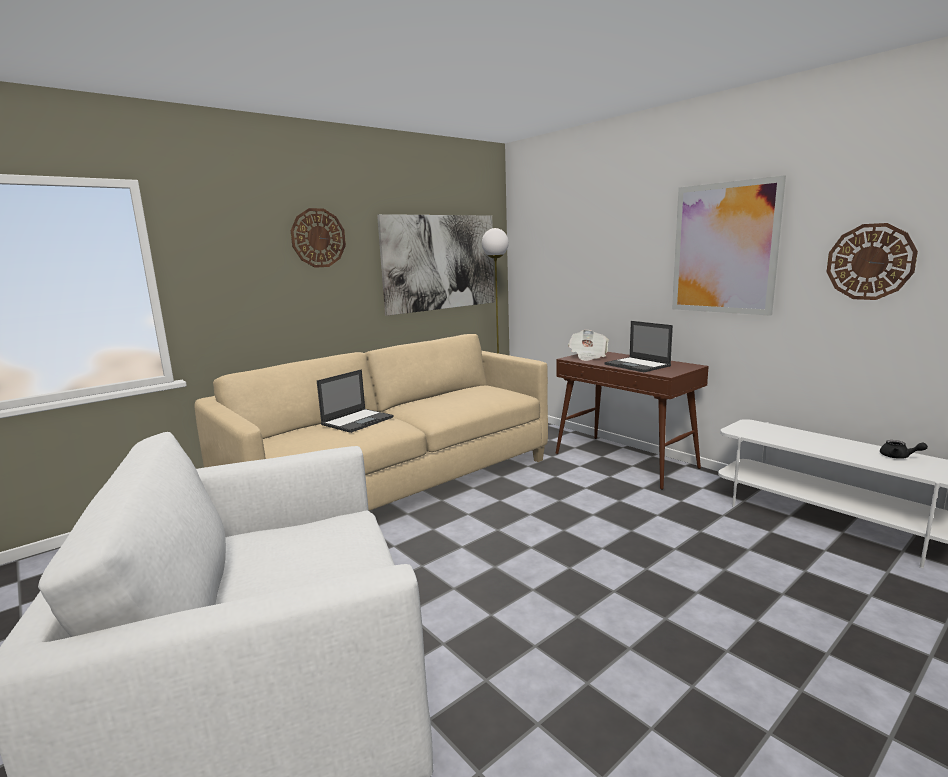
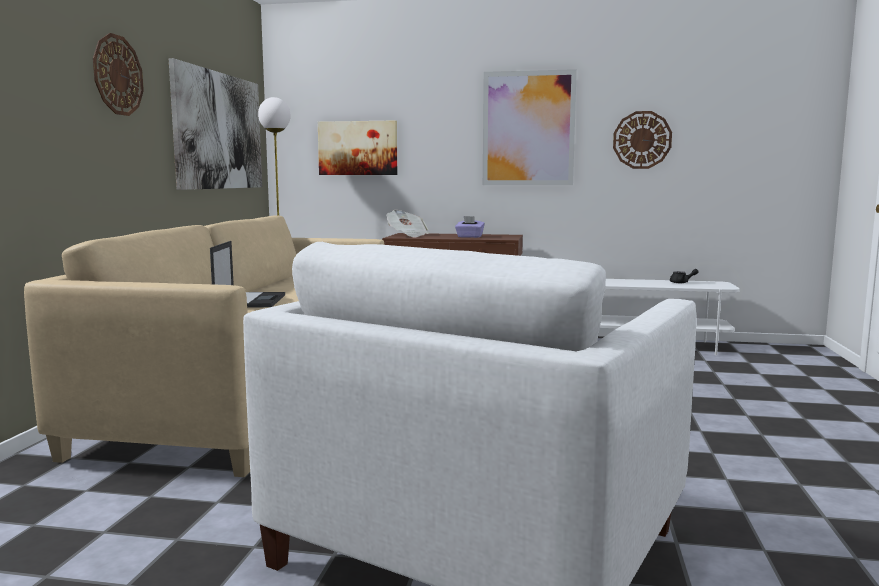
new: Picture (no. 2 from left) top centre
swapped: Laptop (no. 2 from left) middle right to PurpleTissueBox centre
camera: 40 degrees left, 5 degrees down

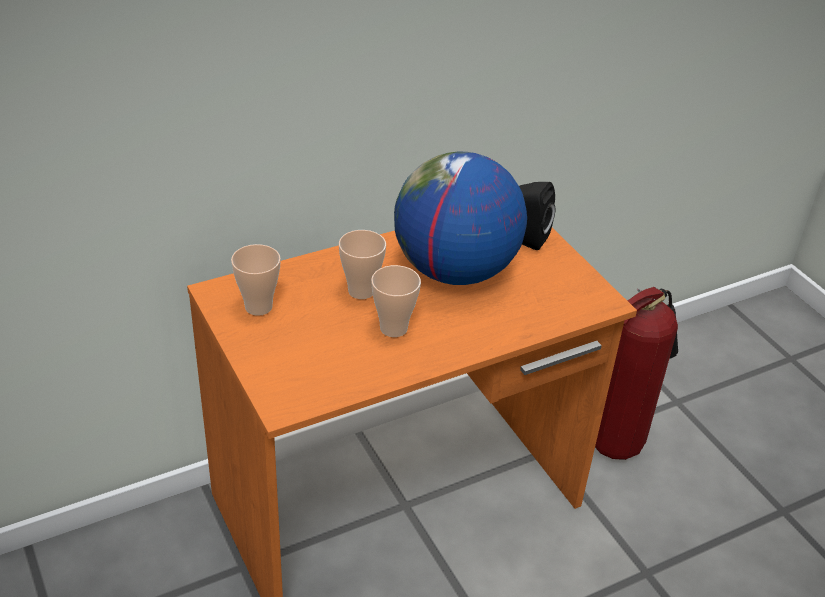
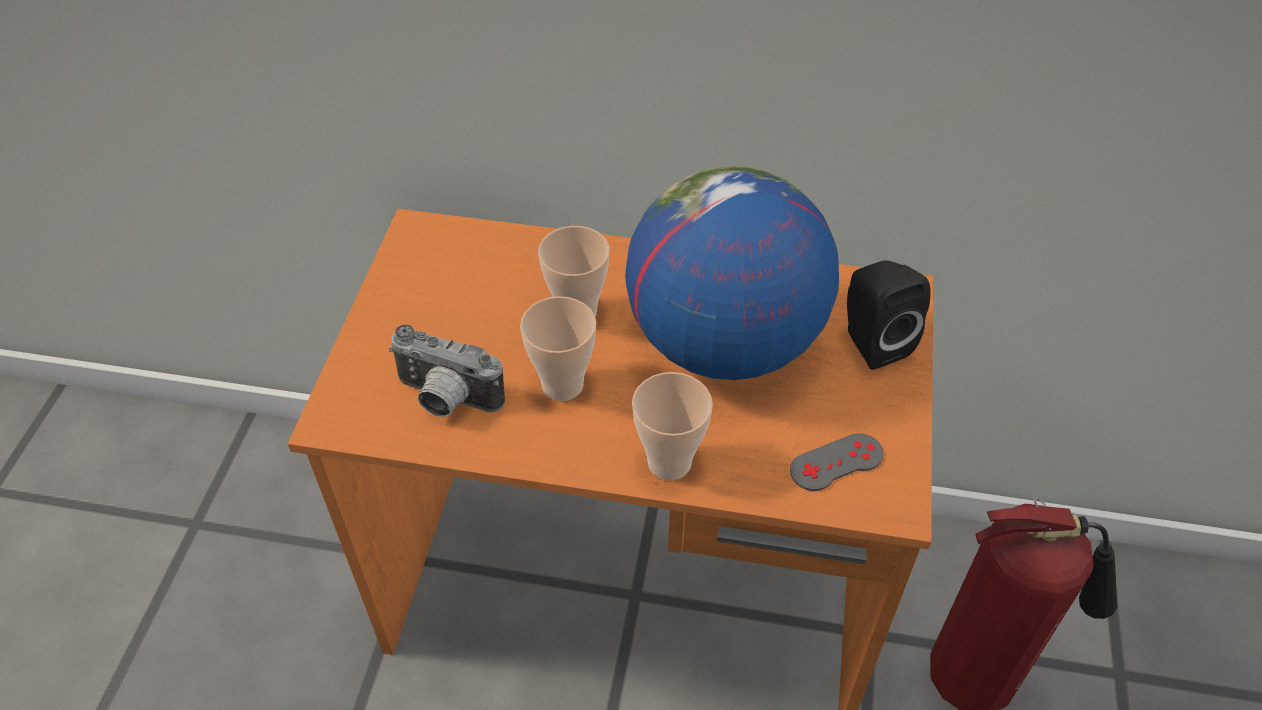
new: PhotoCamera centre; GreyGameController centre
shifted: Cup (no. 1 from left in the first image) middle left to Cup (no. 3 from left) centre
camera: 40 degrees right, 10 degrees up

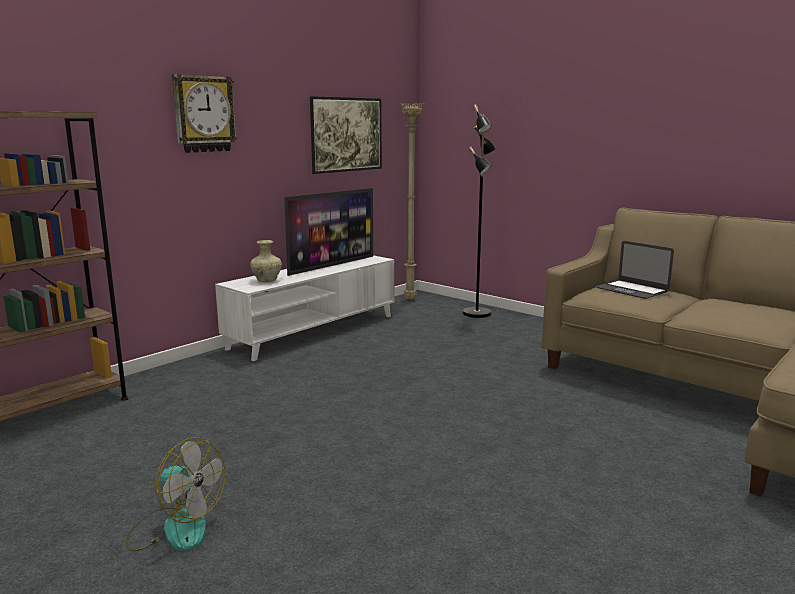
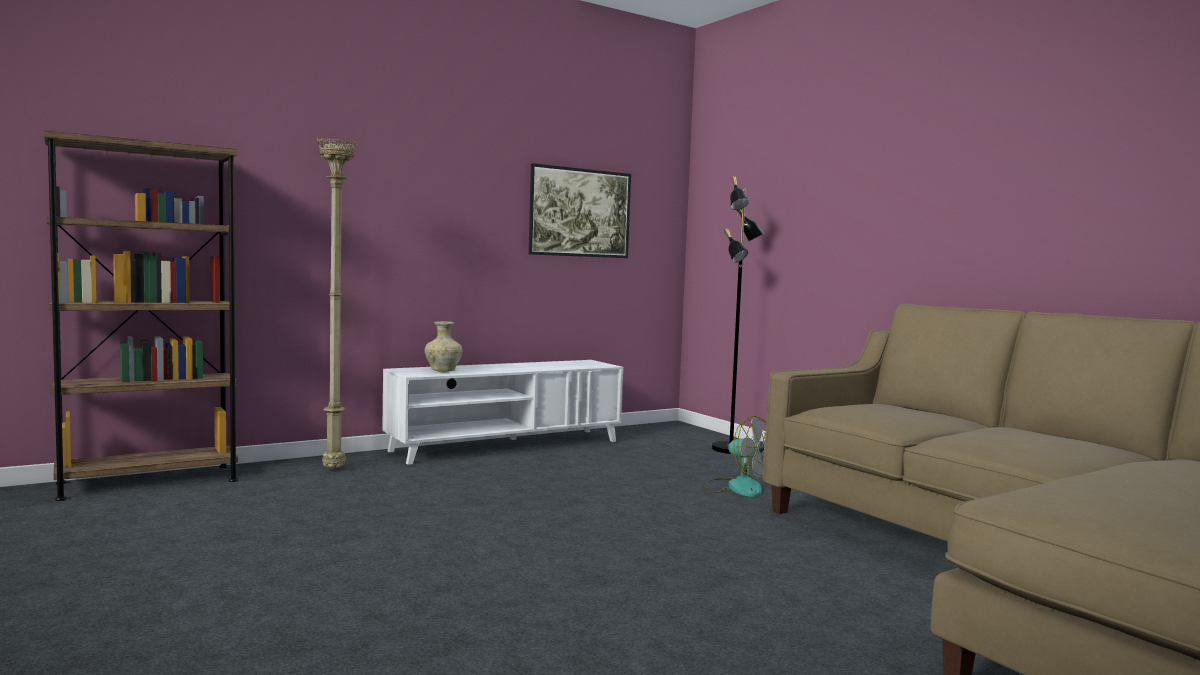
gone: WallClock top left; Television centre; Laptop middle right
shifted: Fan bottom left to bottom centre; BeigeFloorLamp centre to middle left
camera: 15 degrees right, 10 degrees down

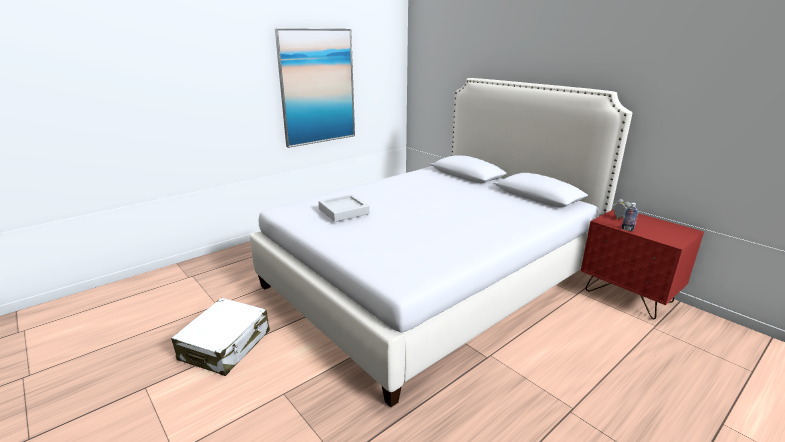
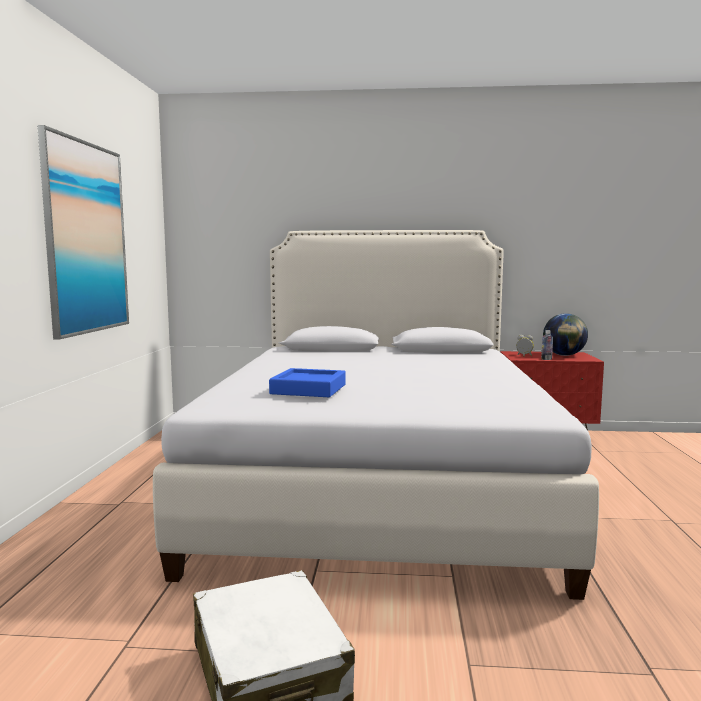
new: Globe middle right
repainted: GreyTray centre to BlueTray centre
camera: 45 degrees left, 15 degrees down

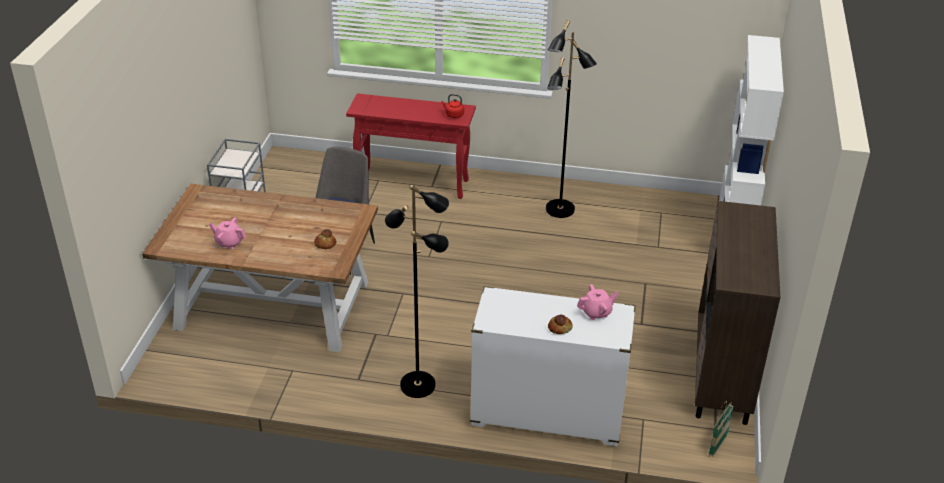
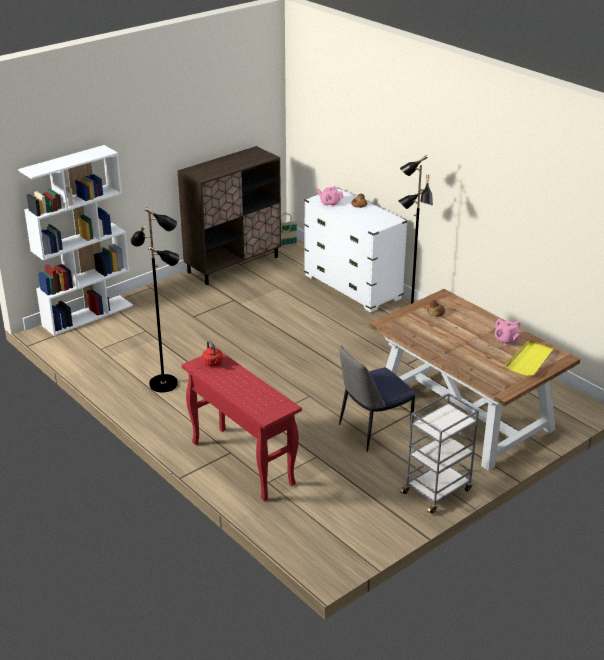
new: YellowTray middle right
camera: 140 degrees left, 5 degrees down

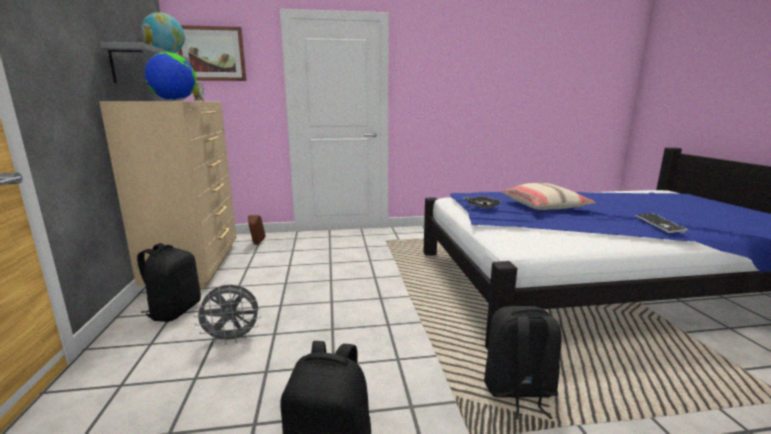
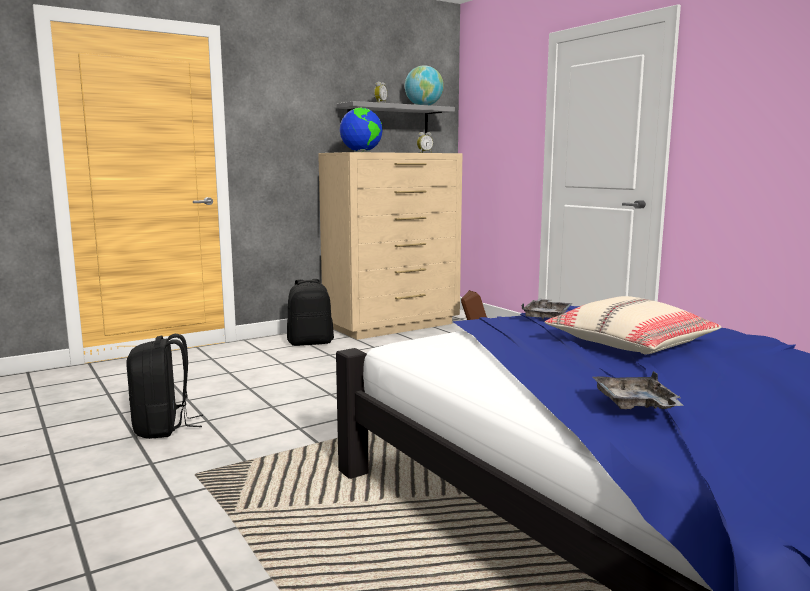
gone: Picture top left; GreyFan bottom left; BlackBackpack (no. 3 from left) bottom right
swapped: Keyboard middle right to GreyTray (no. 2 from left) middle right
camera: 65 degrees right, 5 degrees down

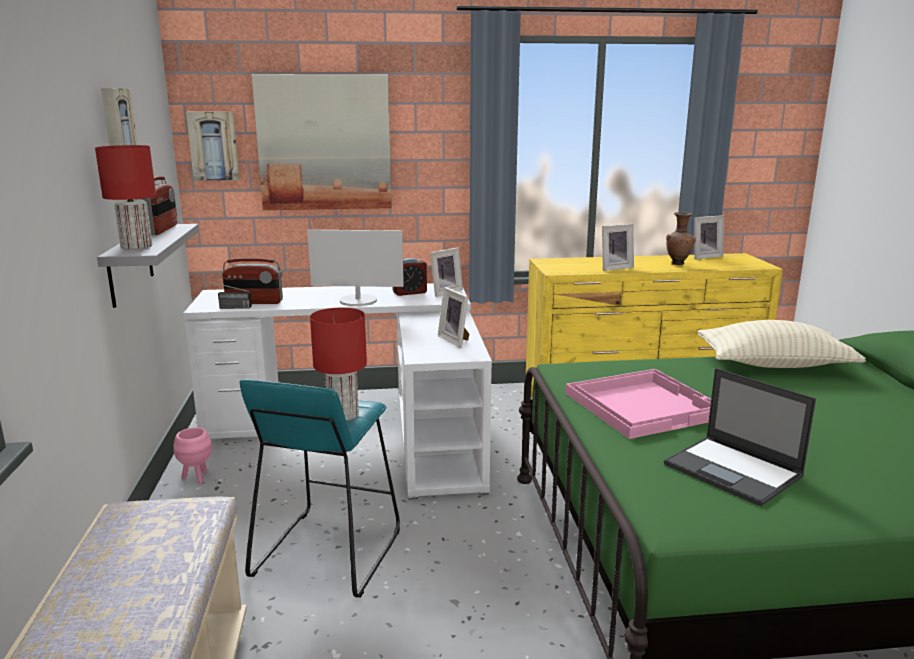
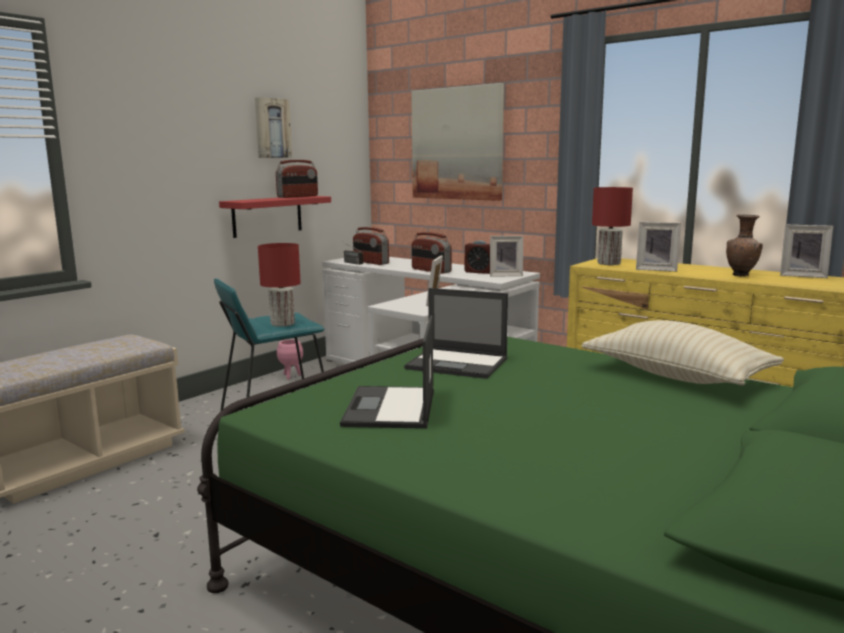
gone: Picture (no. 2 from left) top left
shifted: RedTableLamp (no. 1 from left in the first image) top left to RedTableLamp (no. 2 from left) middle right
swapped: Monitor centre to Radio (no. 4 from left) centre; PinkTray middle right to Laptop (no. 2 from left) centre
repainted: GreyShelf middle left to RedShelf middle left
camera: 45 degrees right, 5 degrees down

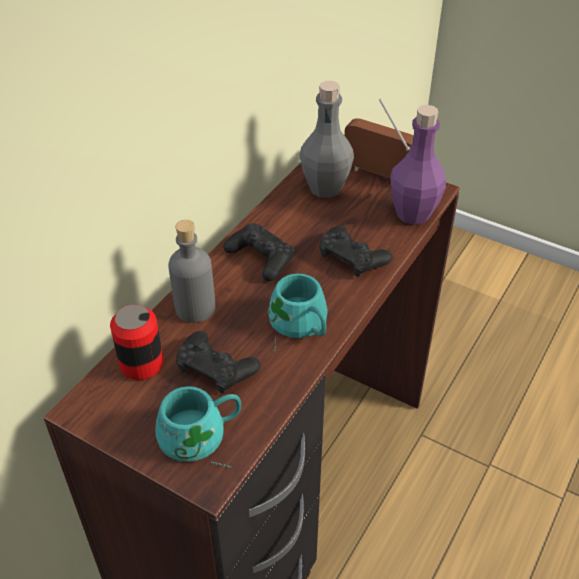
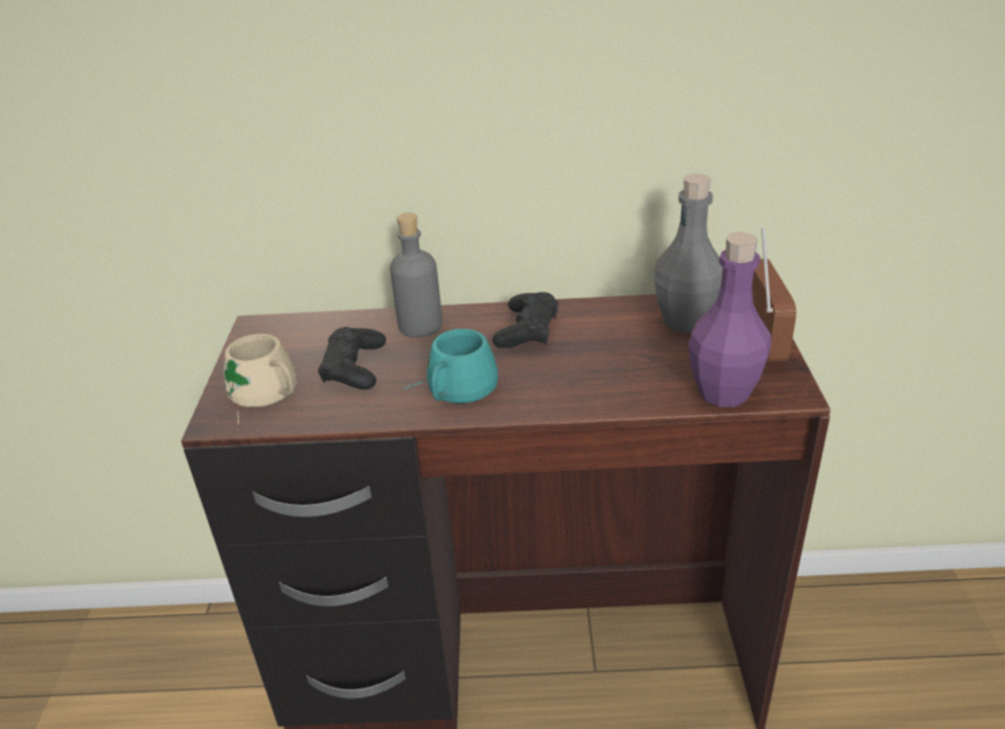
gone: Can middle left; BlackGameController (no. 3 from left) centre
repainted: TurquoiseMug (no. 1 from left) bottom centre to BeigeMug middle left
camera: 60 degrees right, 10 degrees down

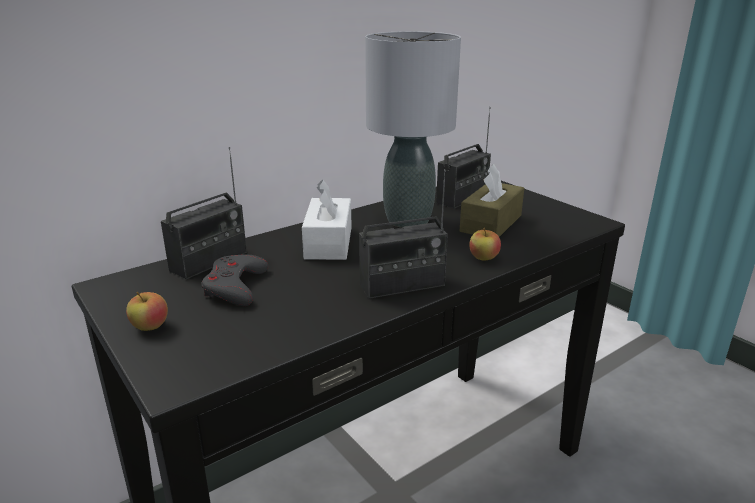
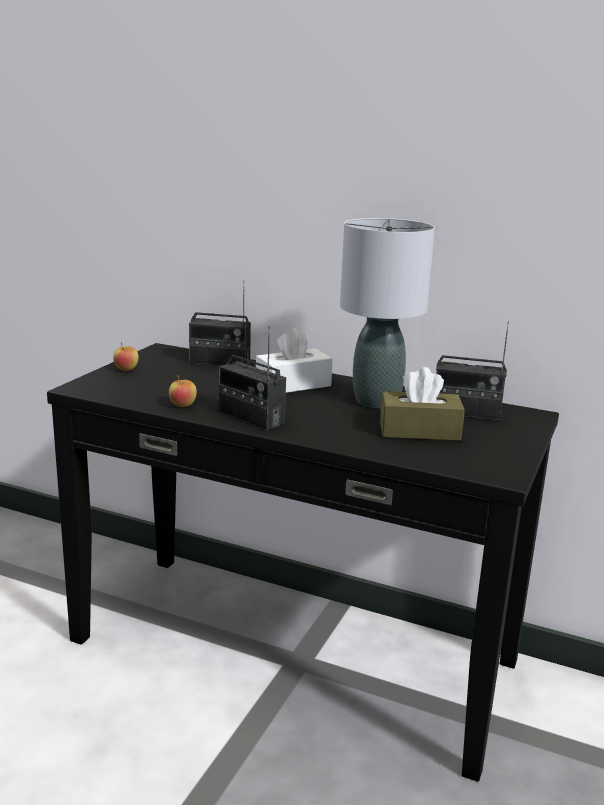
gone: GreyGameController middle left
shifted: Apple (no. 2 from left) centre to middle left
camera: 60 degrees right, 5 degrees down

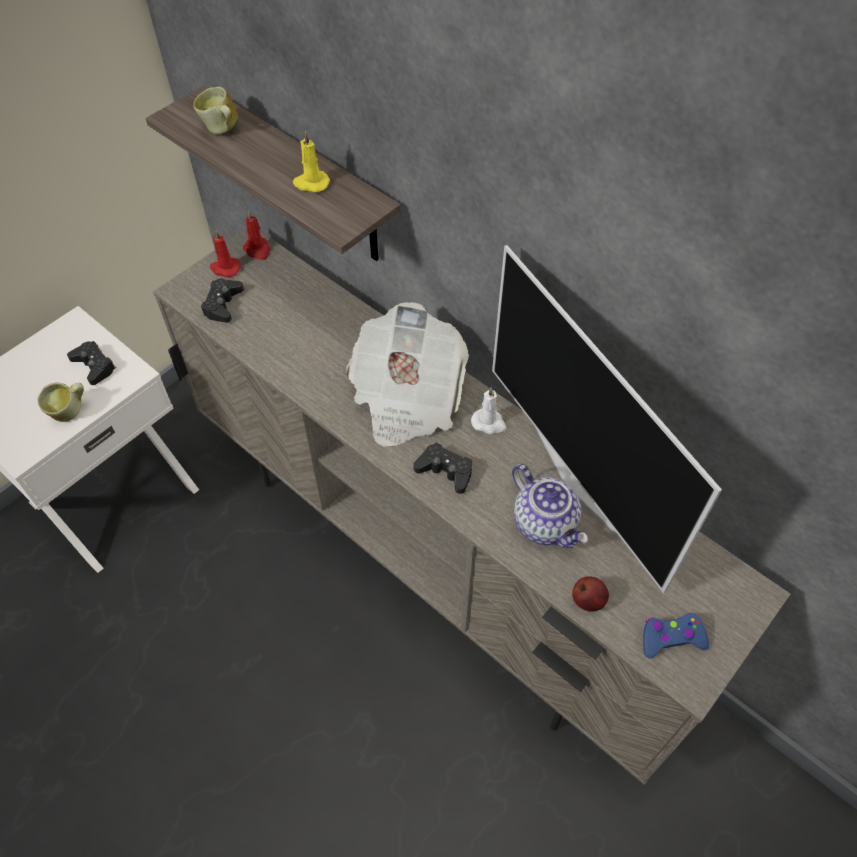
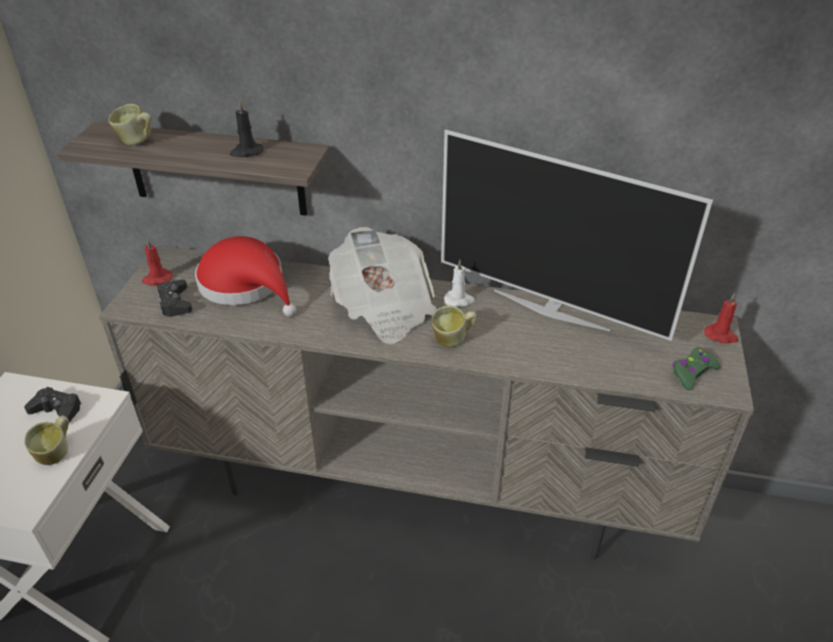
gone: Teapot centre; Apple bottom right
new: RedHat middle left
shifted: RedCandle (no. 2 from left) top left to middle right
swapped: BlackGameController (no. 3 from left) centre to Mug (no. 3 from left) centre
repainted: YellowCandle top centre to BlackCandle top left; BlueGameController bottom right to GreenGameController middle right
camera: 30 degrees left, 15 degrees down

